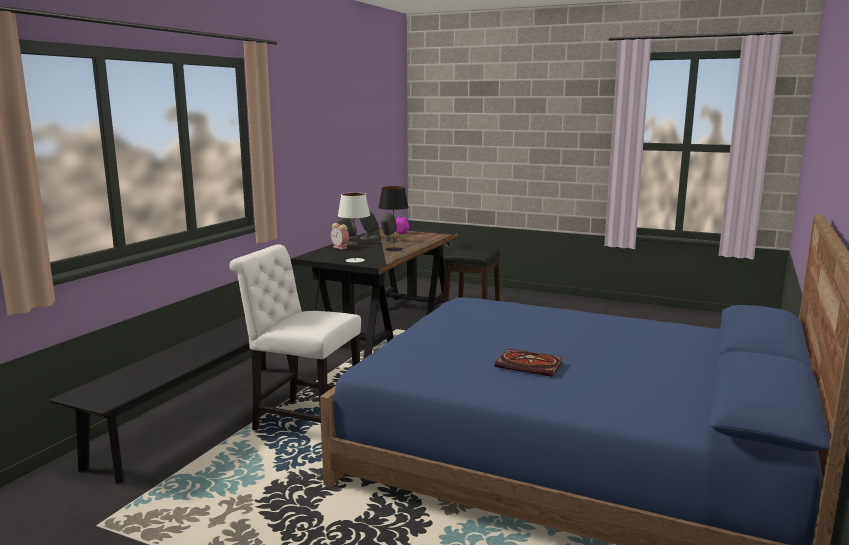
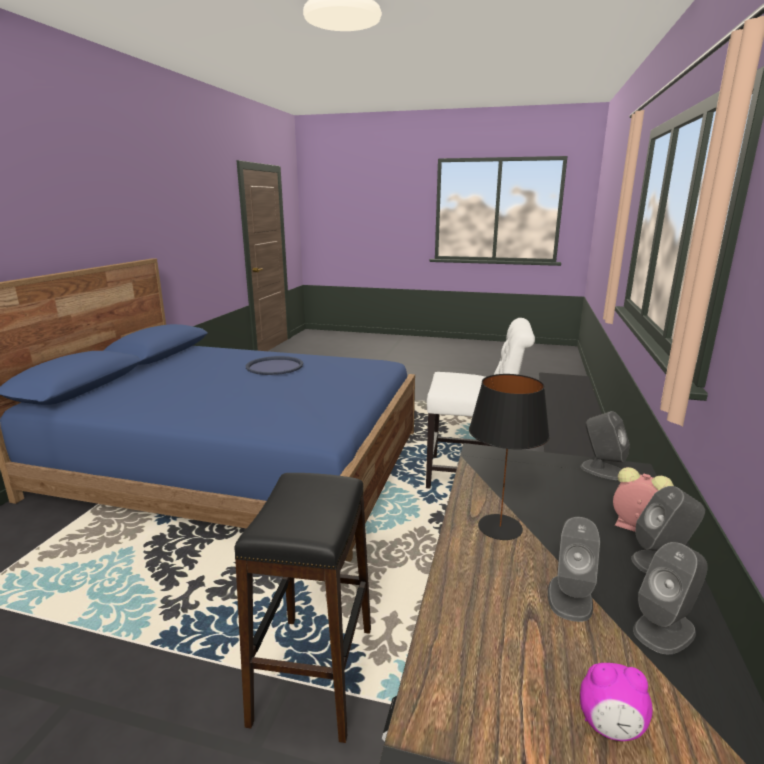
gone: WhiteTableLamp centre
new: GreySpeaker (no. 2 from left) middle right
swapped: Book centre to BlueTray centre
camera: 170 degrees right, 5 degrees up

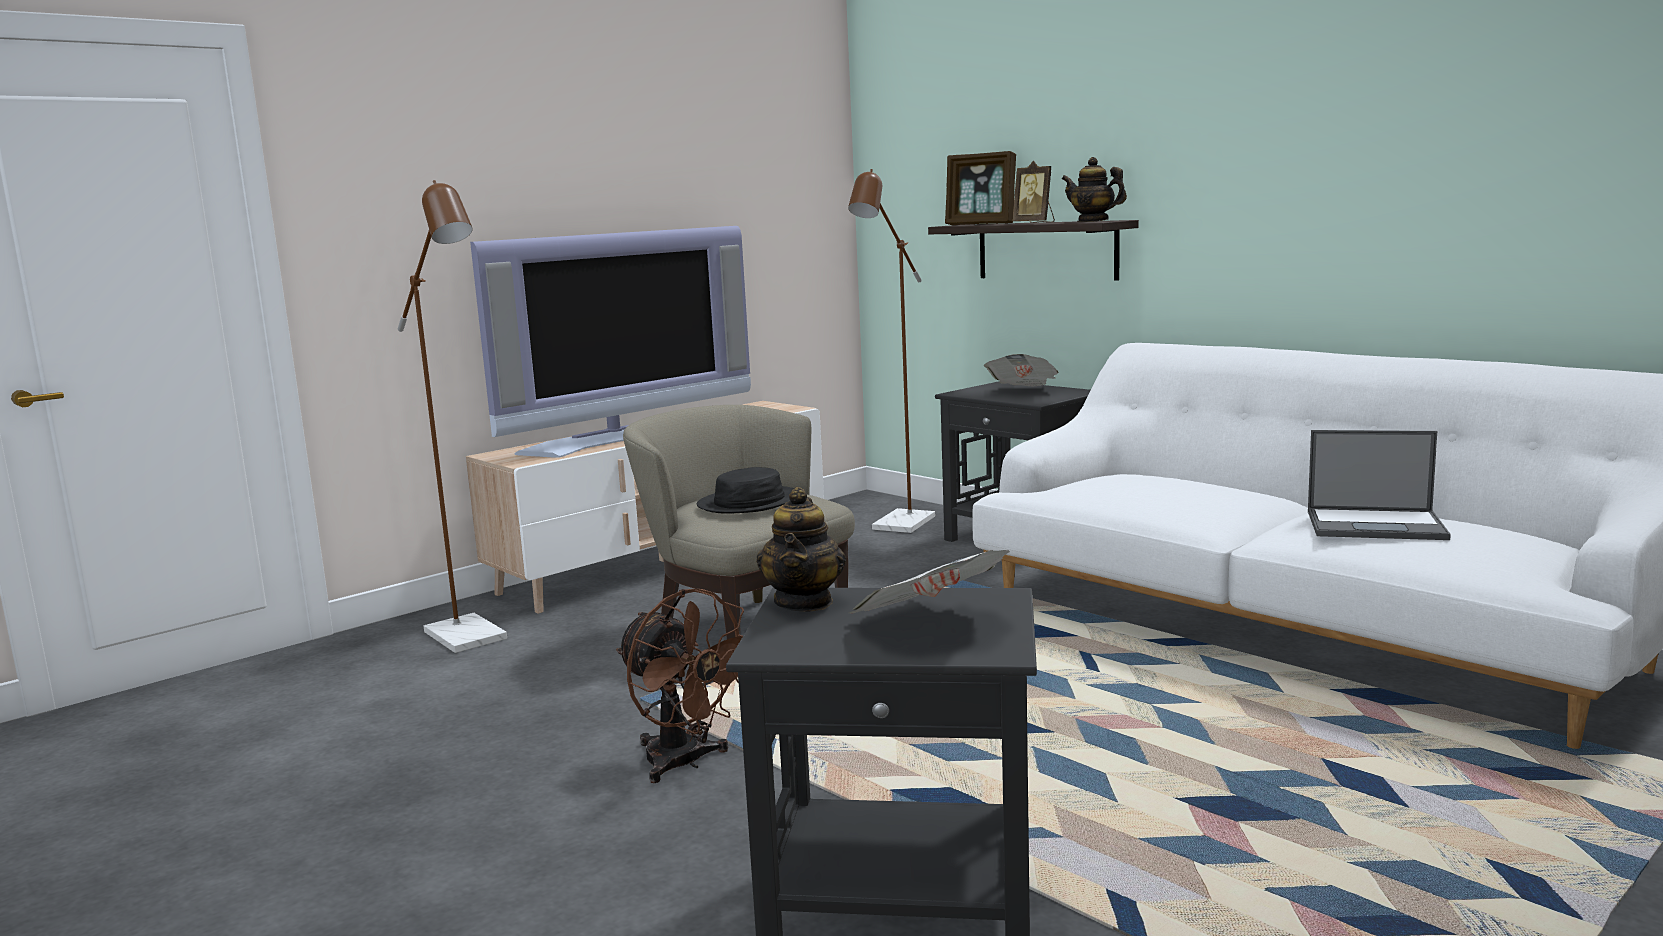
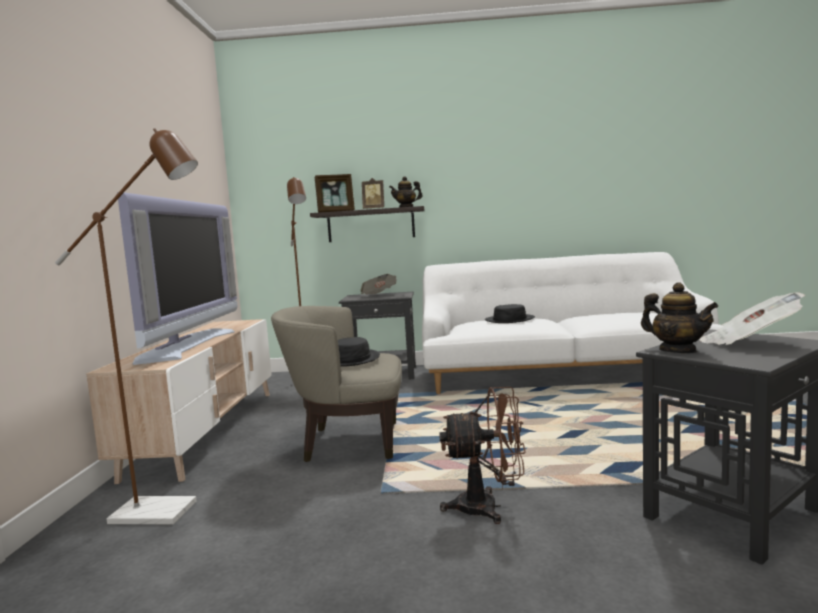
gone: Laptop middle right
new: BlackHat (no. 2 from left) centre
camera: 45 degrees left, 5 degrees down

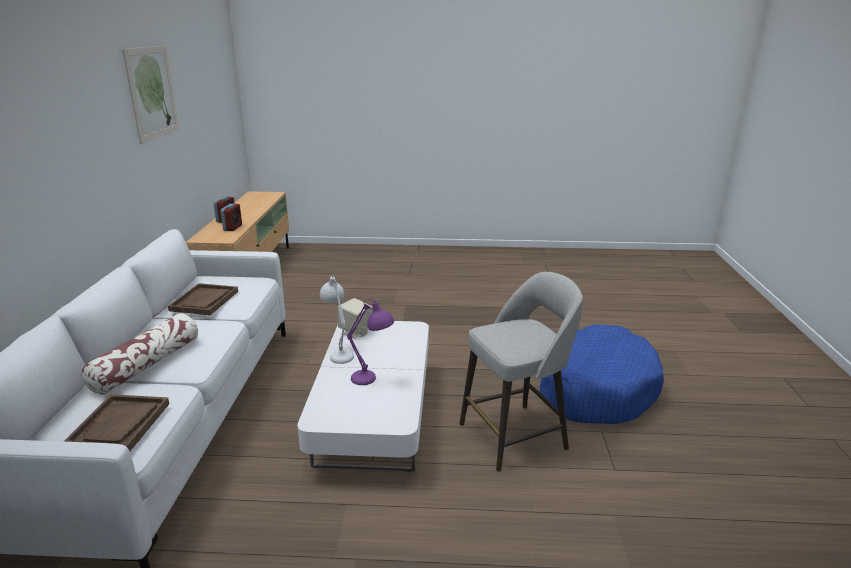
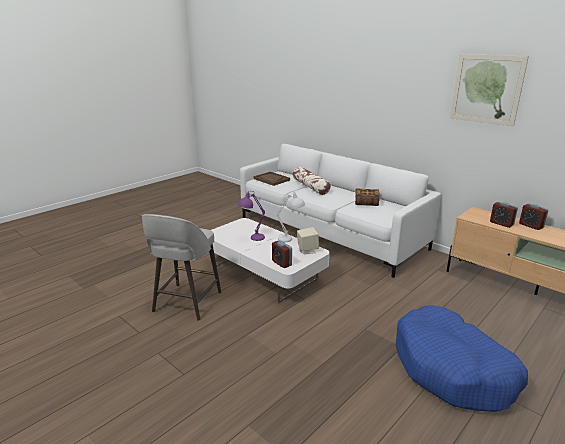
new: AlarmClock (no. 1 from left) centre
shifted: BlueDogBed middle right to bottom right
swapped: BrownTray (no. 2 from left) middle left to Book centre
camera: 130 degrees right, 0 degrees up

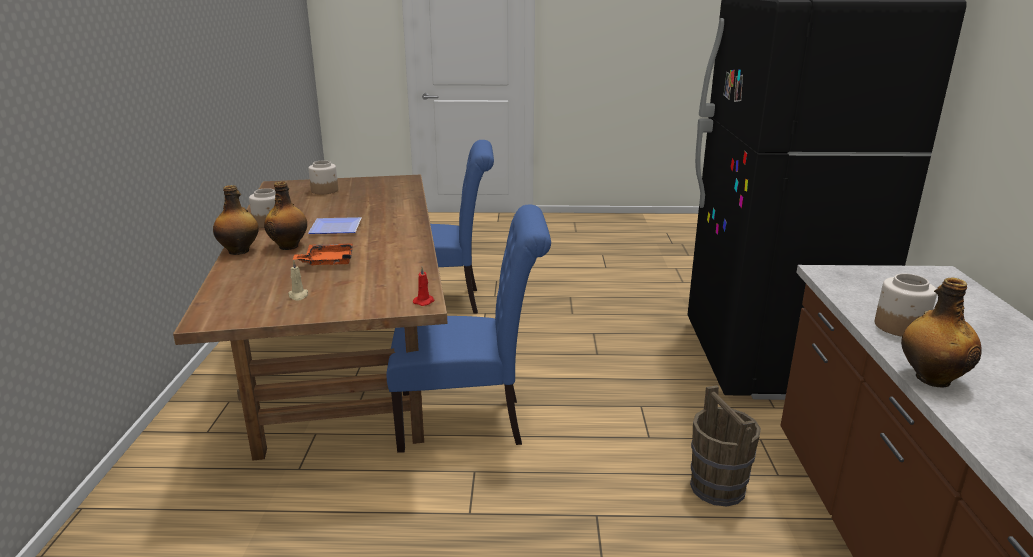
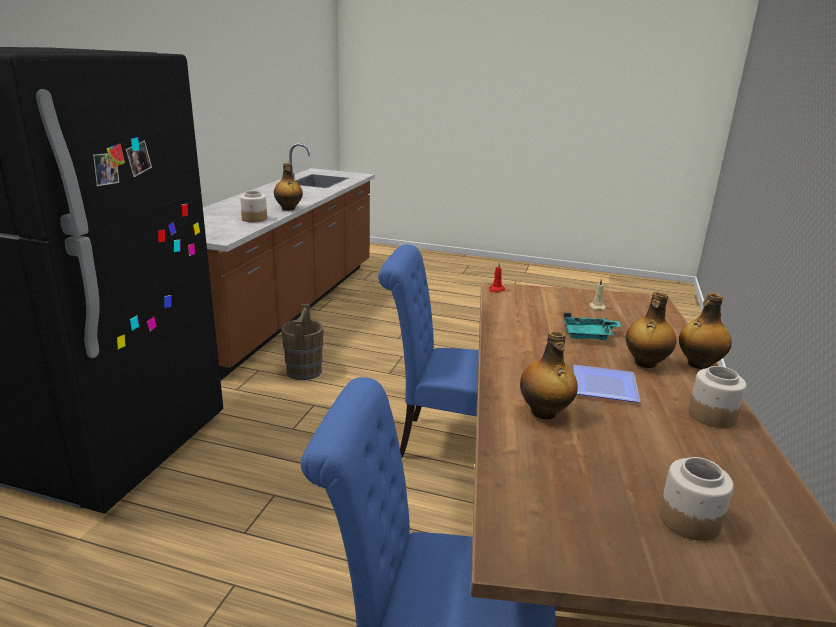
new: Bottle (no. 2 from left) centre
repainted: OrangeTray middle left to TurquoiseTray middle right
camera: 165 degrees left, 0 degrees up

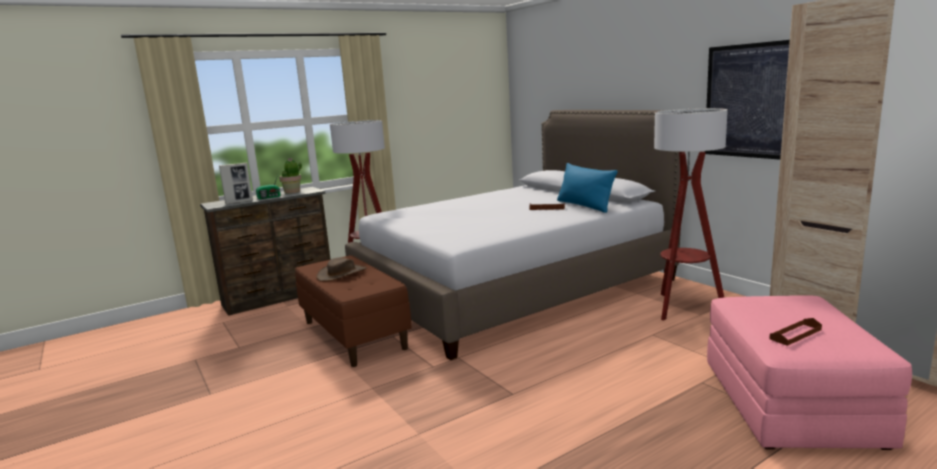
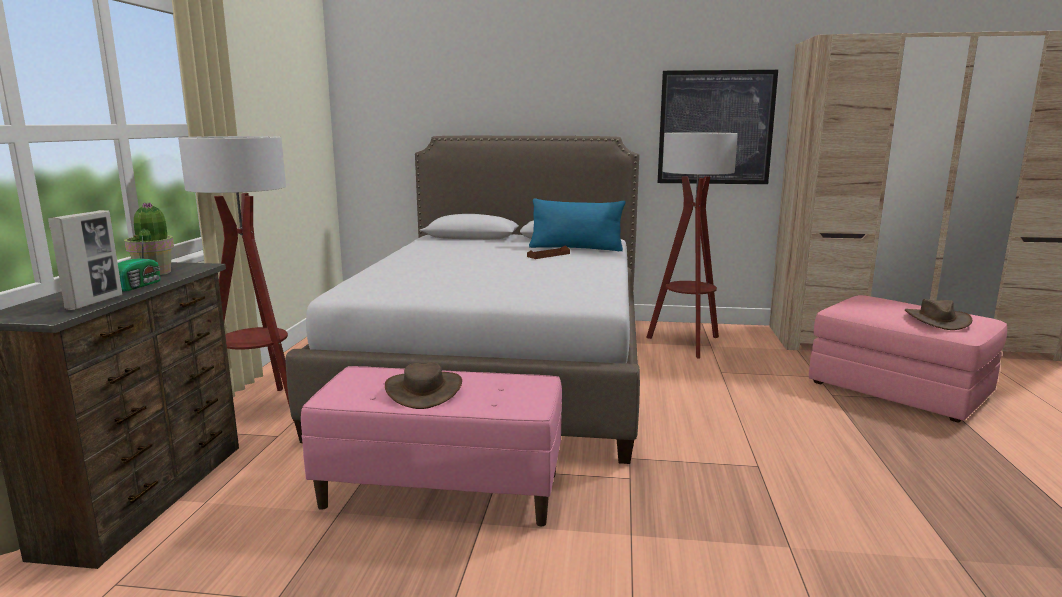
swapped: BrownTray (no. 2 from left) bottom right to BrownHat (no. 2 from left) middle right
repainted: BrownBench centre to PinkBench bottom centre
camera: 50 degrees left, 0 degrees up

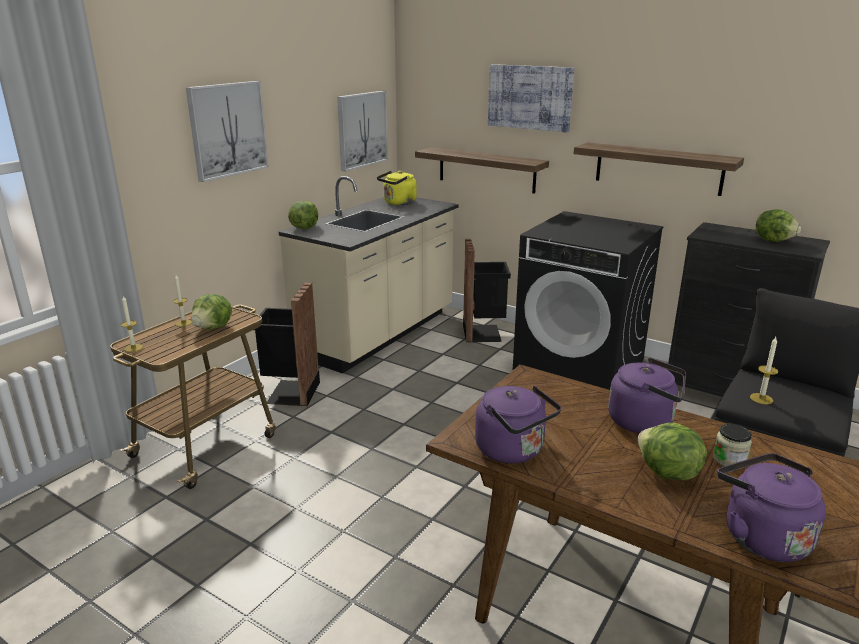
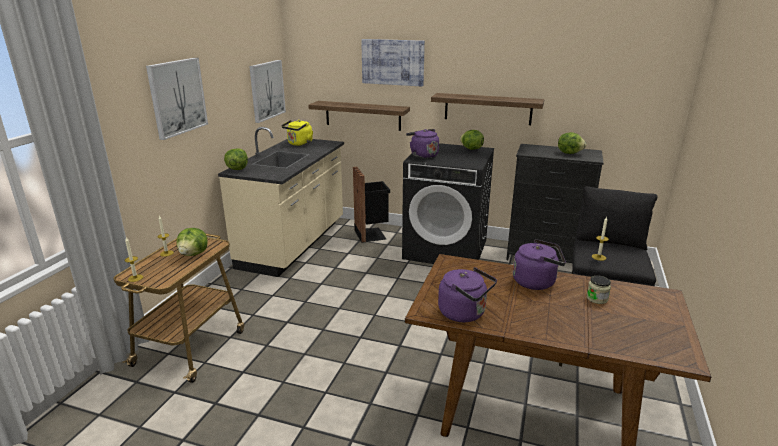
gone: BlackTrashCan (no. 1 from left) centre
shifted: Lettuce (no. 3 from left) bottom right to top centre; PurpleKettle (no. 3 from left in the first image) bottom right to PurpleKettle (no. 1 from left) top centre
camera: 15 degrees left, 0 degrees up

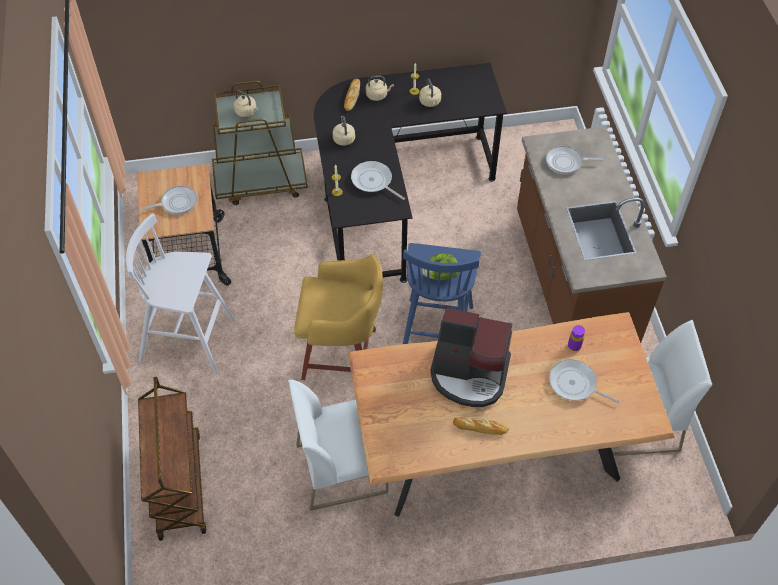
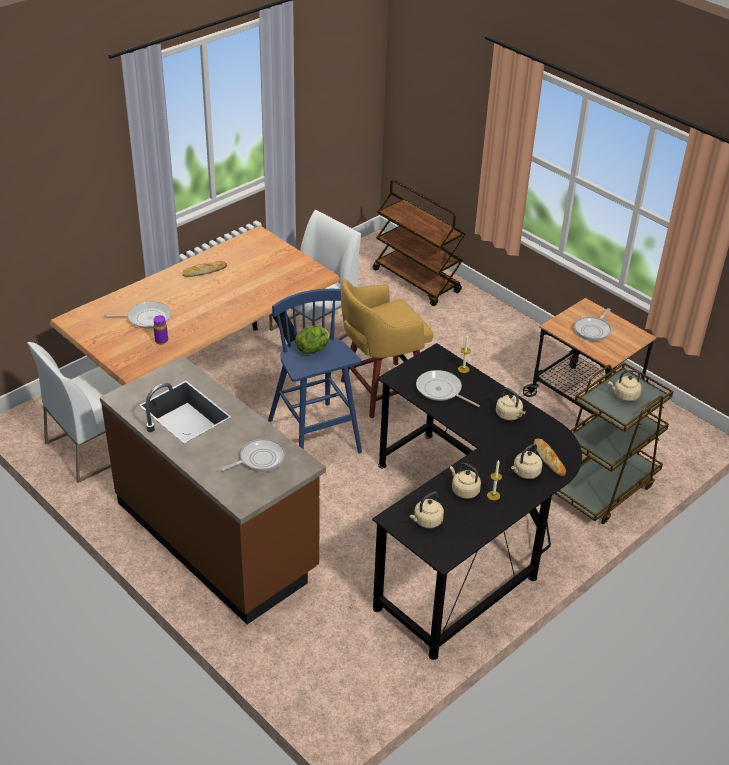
gone: WhiteStool middle left; CoffeeMachine centre
new: BeigeKettle (no. 1 from left) centre
rotated: FryingPan (no. 2 from left in the first image) top centre = centre 150 degrees counterclockwise
camera: 145 degrees right, 15 degrees down

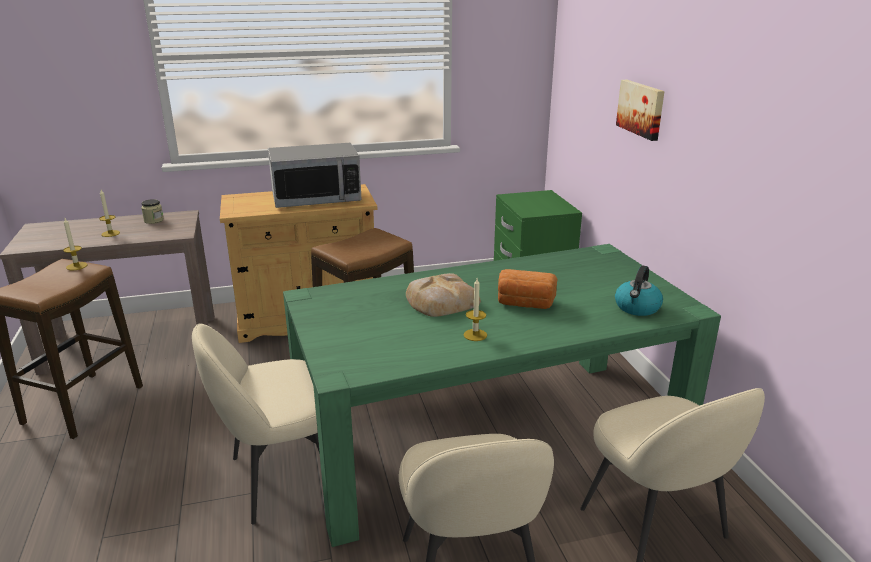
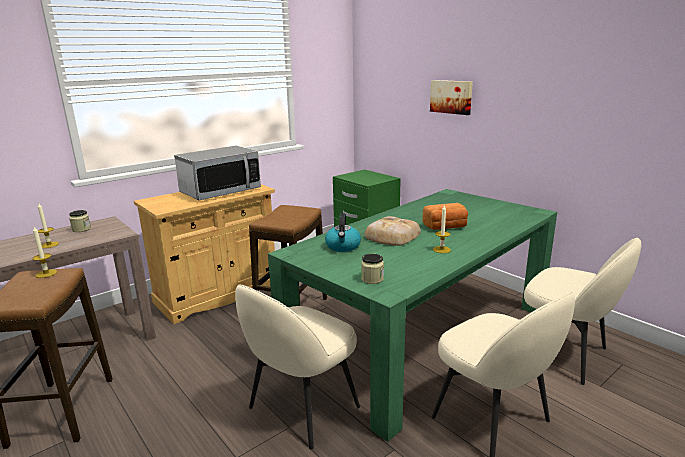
new: Jar (no. 2 from left) centre
shifted: Kettle middle right to centre
camera: 25 degrees left, 5 degrees down

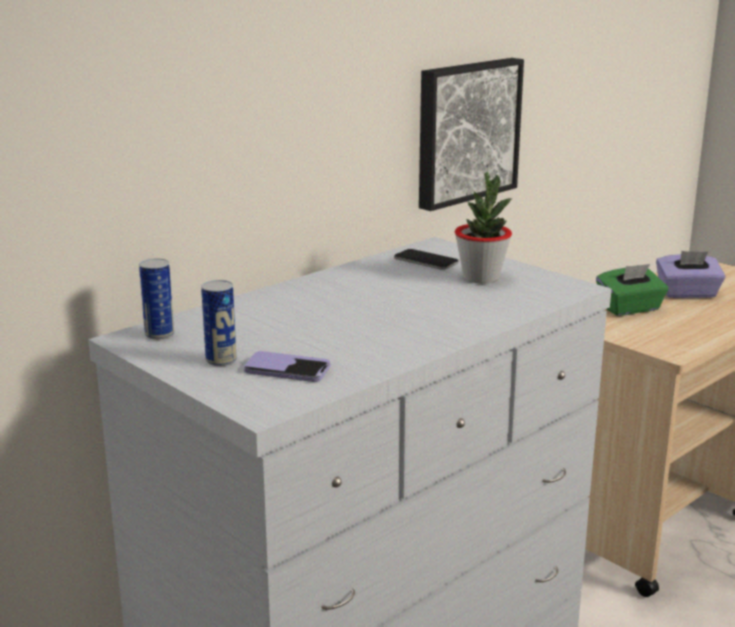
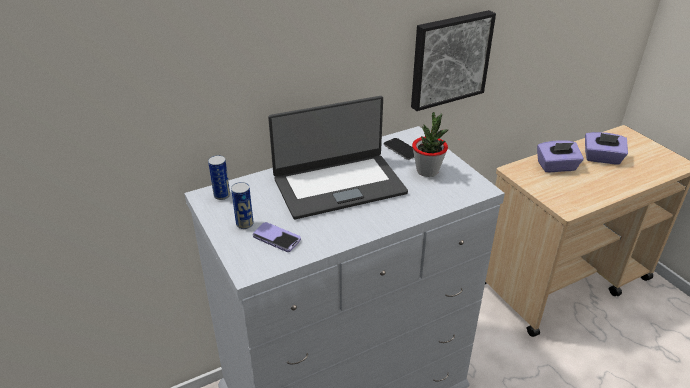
new: Laptop centre
repainted: GreenTissueBox middle right to PurpleTissueBox (no. 1 from left) middle right
camera: 15 degrees right, 15 degrees up

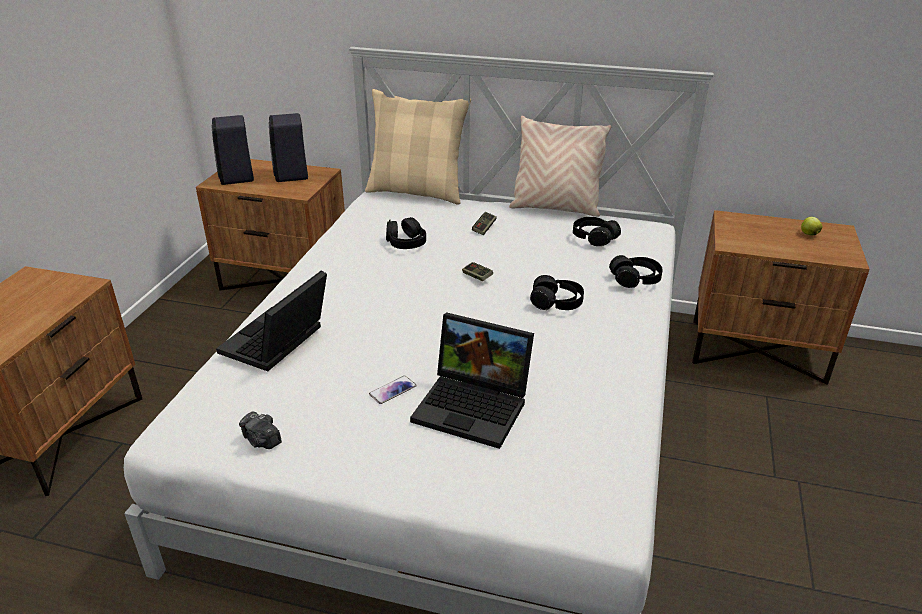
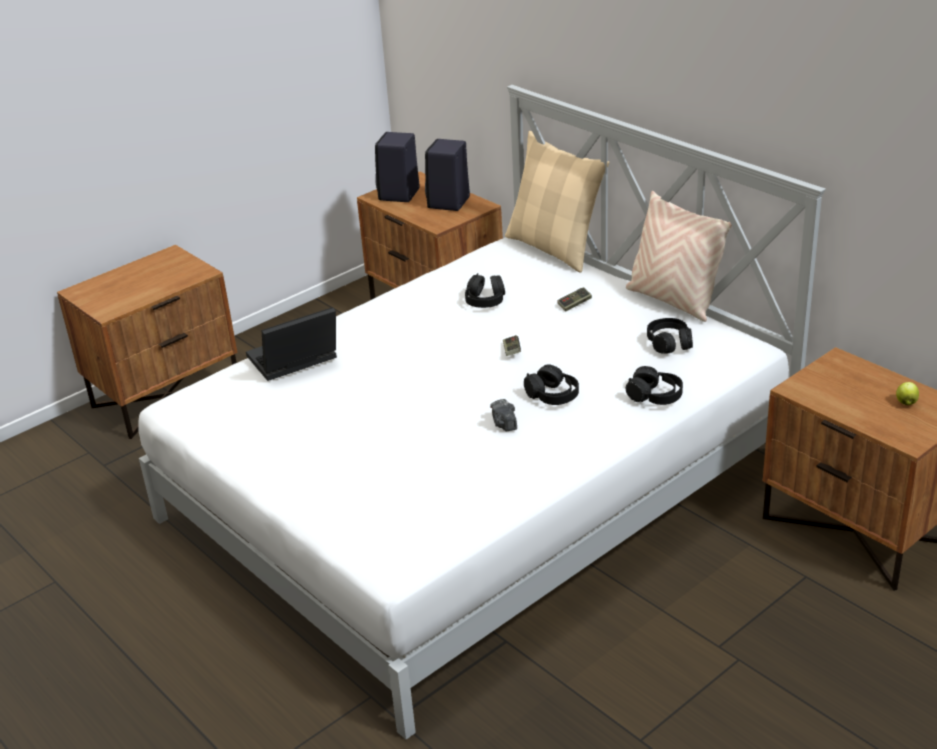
gone: Phone centre; Laptop (no. 2 from left) centre
shifted: PhotoCamera bottom left to centre
camera: 35 degrees right, 0 degrees up

